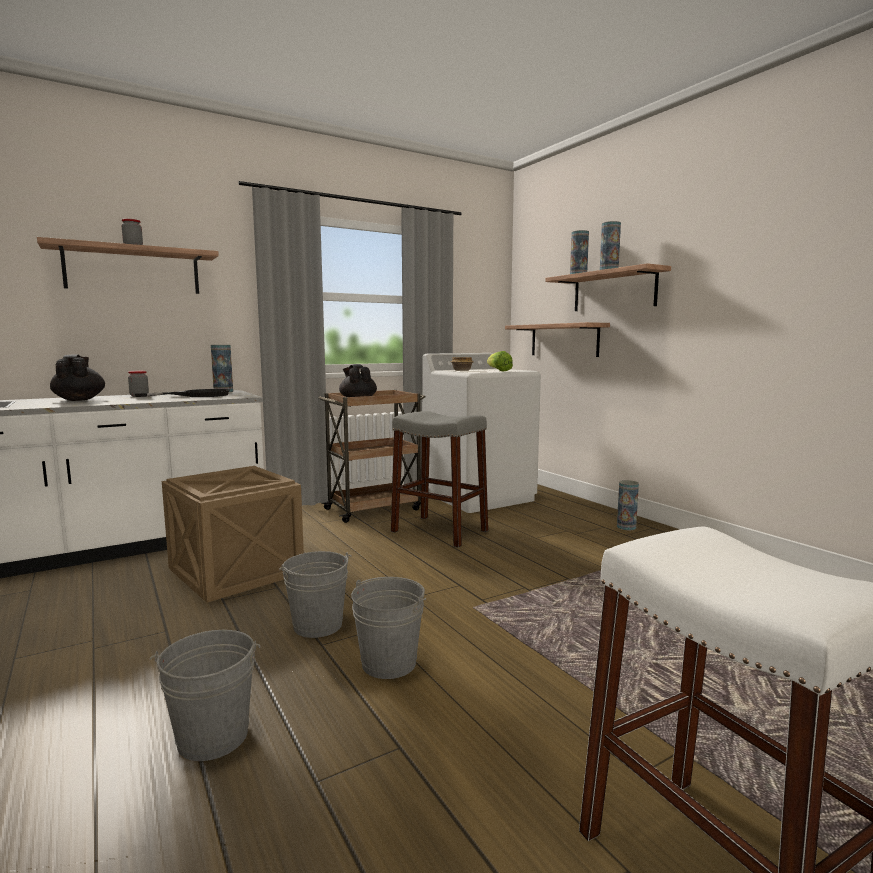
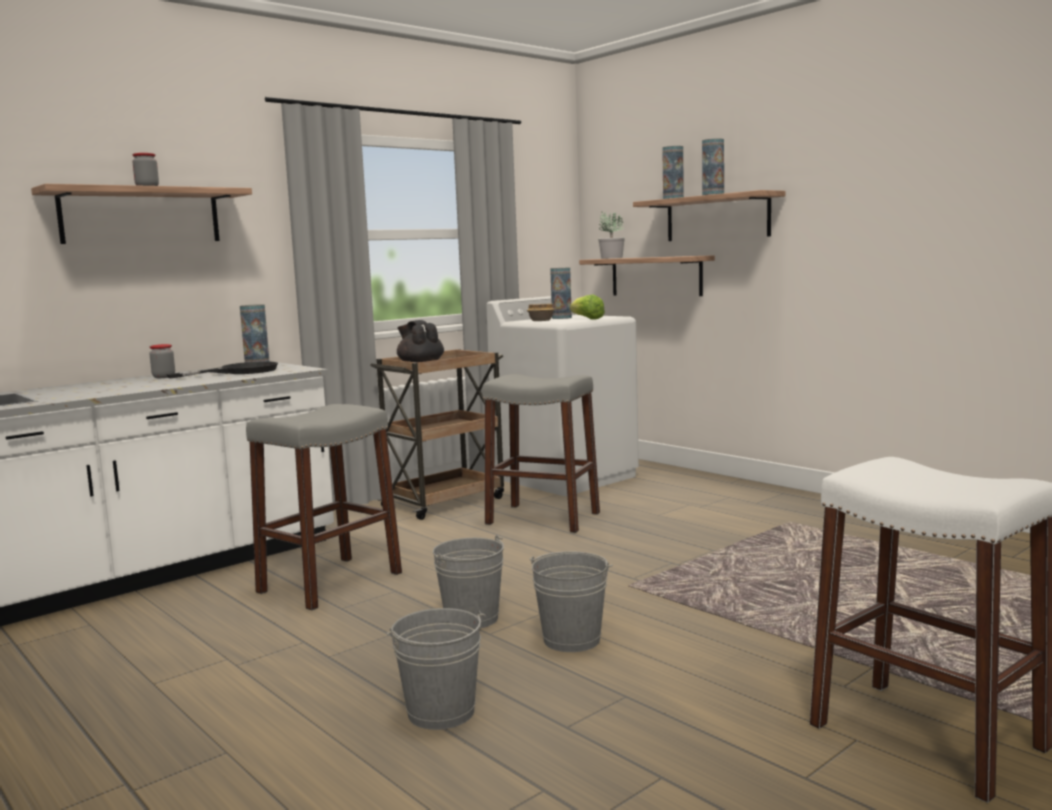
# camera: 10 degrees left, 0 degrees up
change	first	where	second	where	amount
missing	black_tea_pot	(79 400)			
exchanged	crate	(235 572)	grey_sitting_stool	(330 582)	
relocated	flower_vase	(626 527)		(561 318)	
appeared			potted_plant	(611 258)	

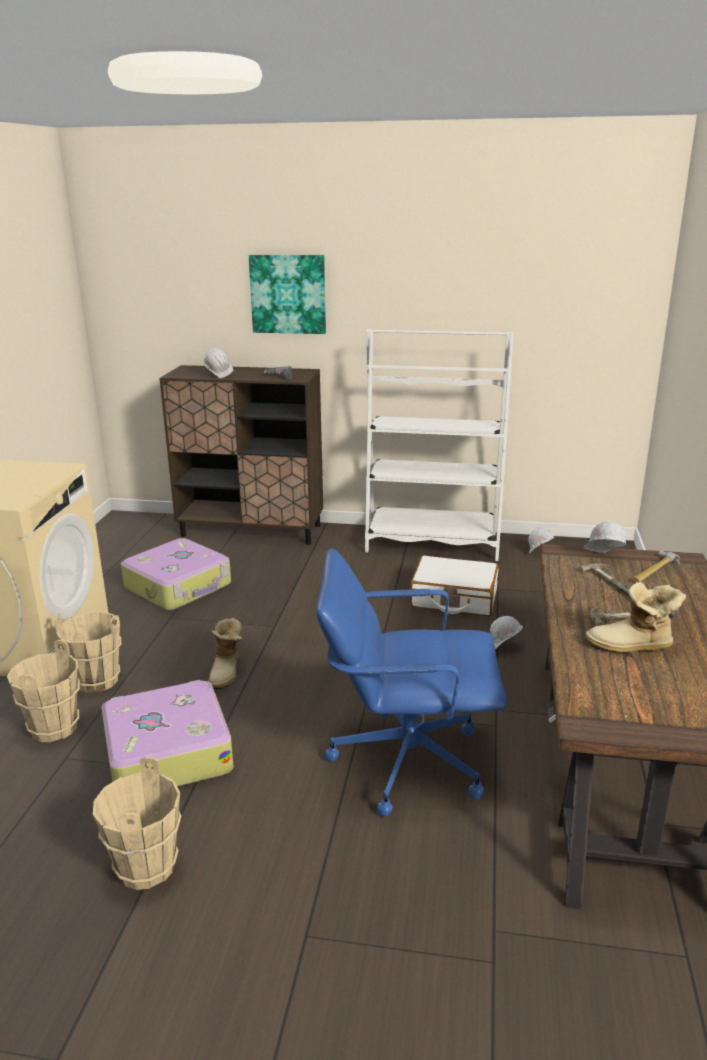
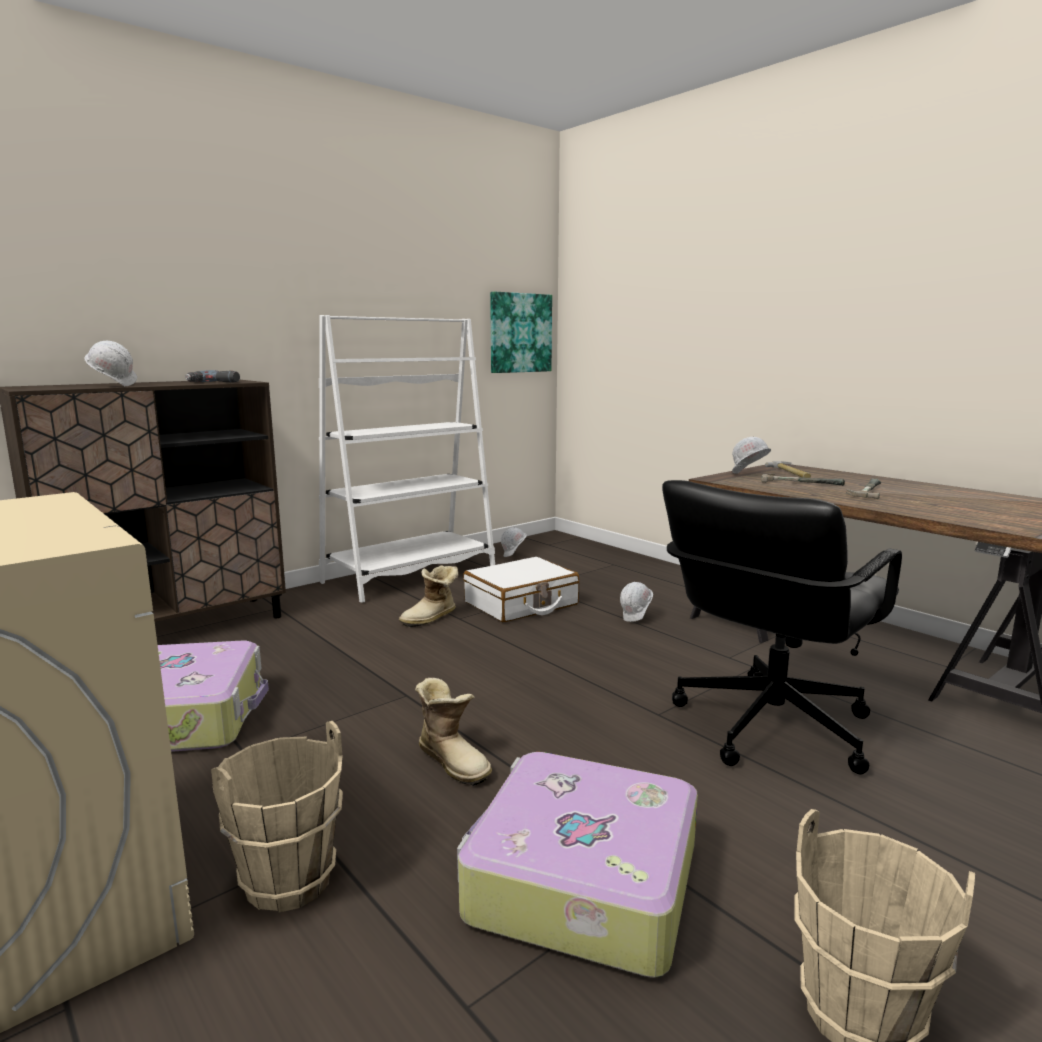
# camera: 50 degrees left, 10 degrees down
change	first	where	second	where	amount
missing	beige-coloured_bucket	(53 728)			
relocated	picture	(288 294)		(520 333)	
colour	blue-coloured_desk_chair	(406 760)	black_desk_chair	(769 725)	
relocated	high-top_boot	(632 647)		(431 618)	

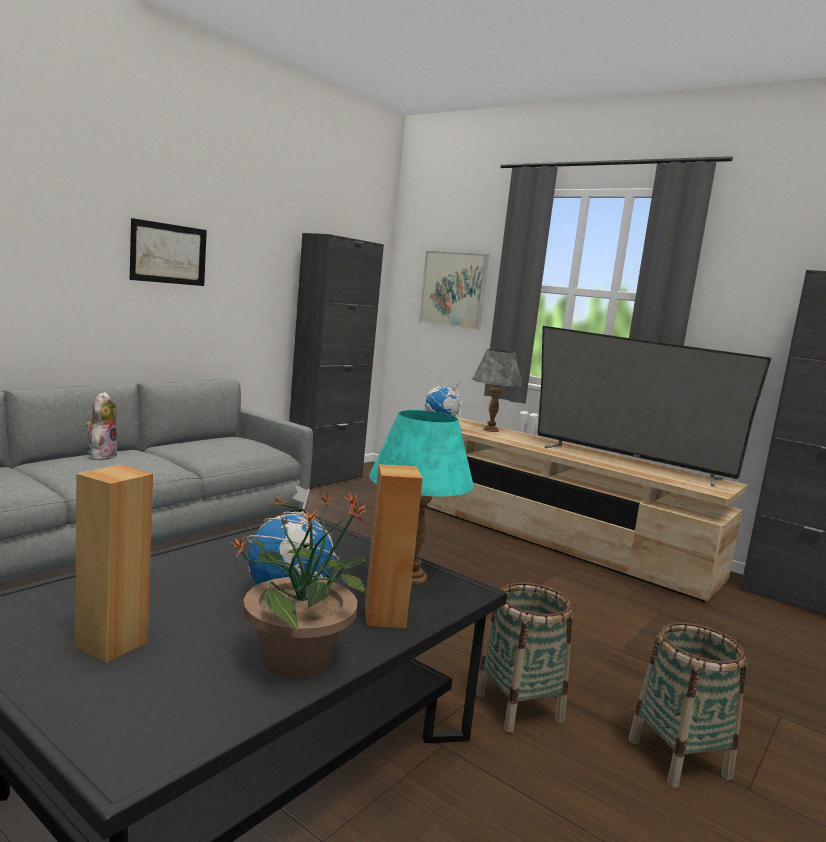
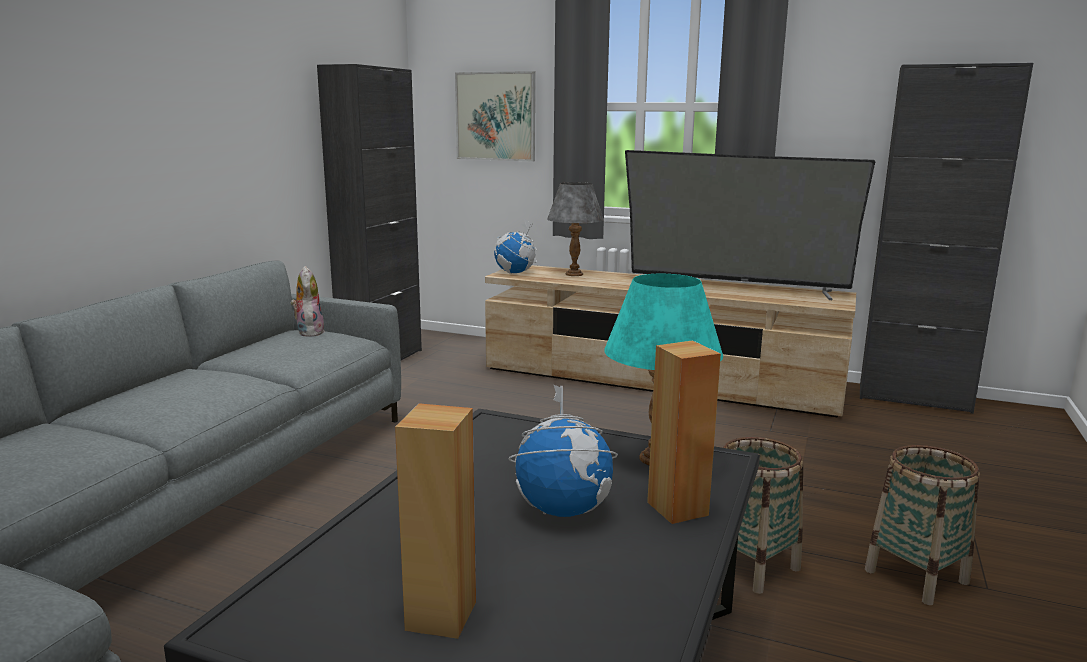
# camera: 15 degrees left, 5 degrees up
change	first	where	second	where	amount
relocated	soft_toy	(101 456)		(308 332)	
missing	picture	(168 253)			
missing	potted_plant	(299 659)			

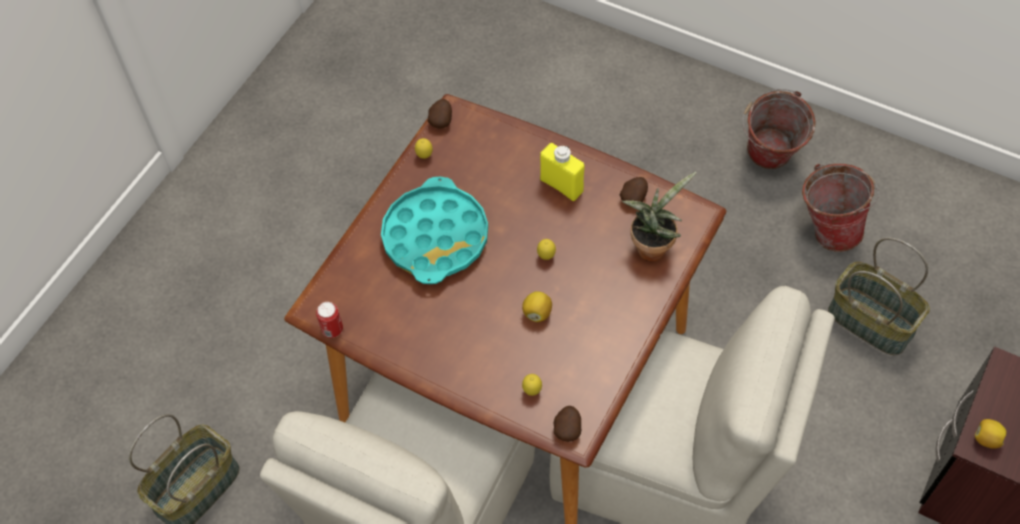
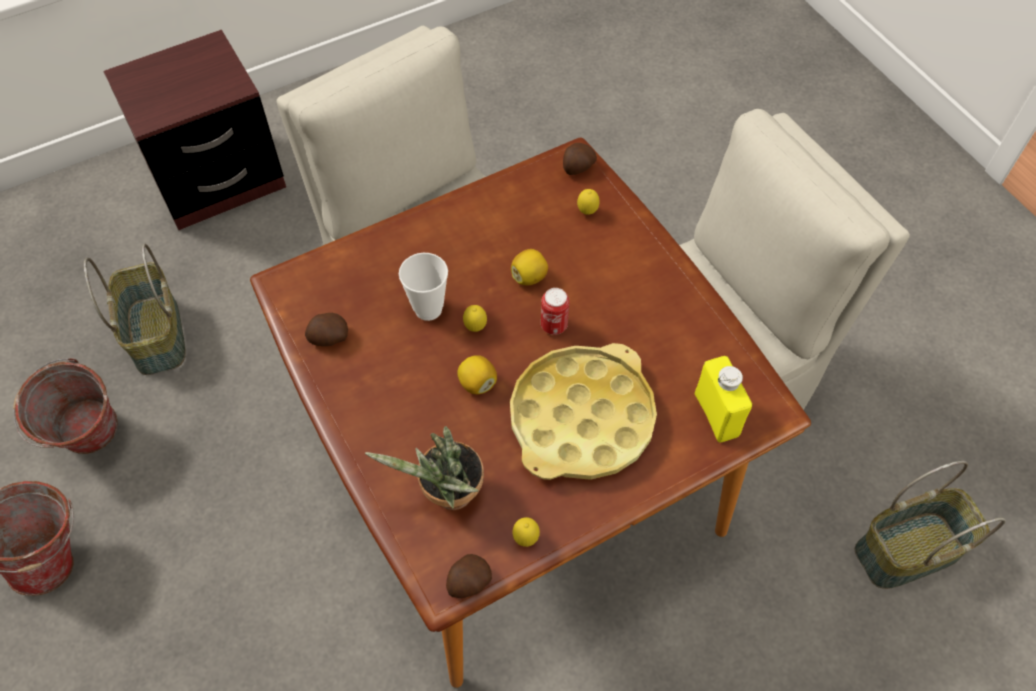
# camera: 150 degrees left, 0 degrees up
change	first	where	second	where	amount
relocated	metal_can	(332 329)		(554 325)	
colour	turquoise-coloured_serving_tray	(436 237)	yellow_serving_tray	(581 418)	
relocated	yellow_drink_bottle	(561 185)		(716 414)	
relocated	potted_plant	(652 246)		(448 496)	
relocated	whole_lemon	(986 439)		(477 383)	
appeared			cup	(428 309)	

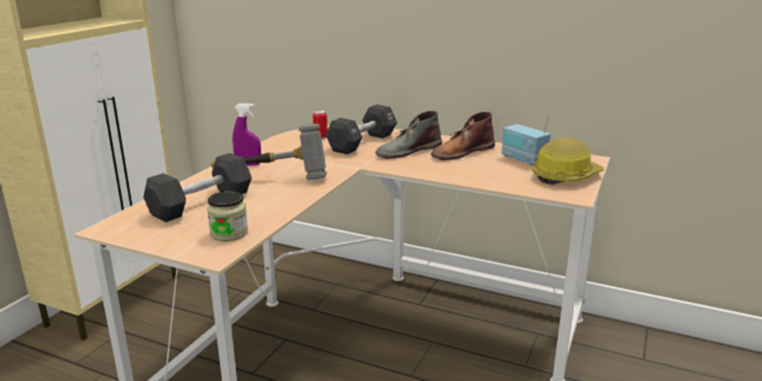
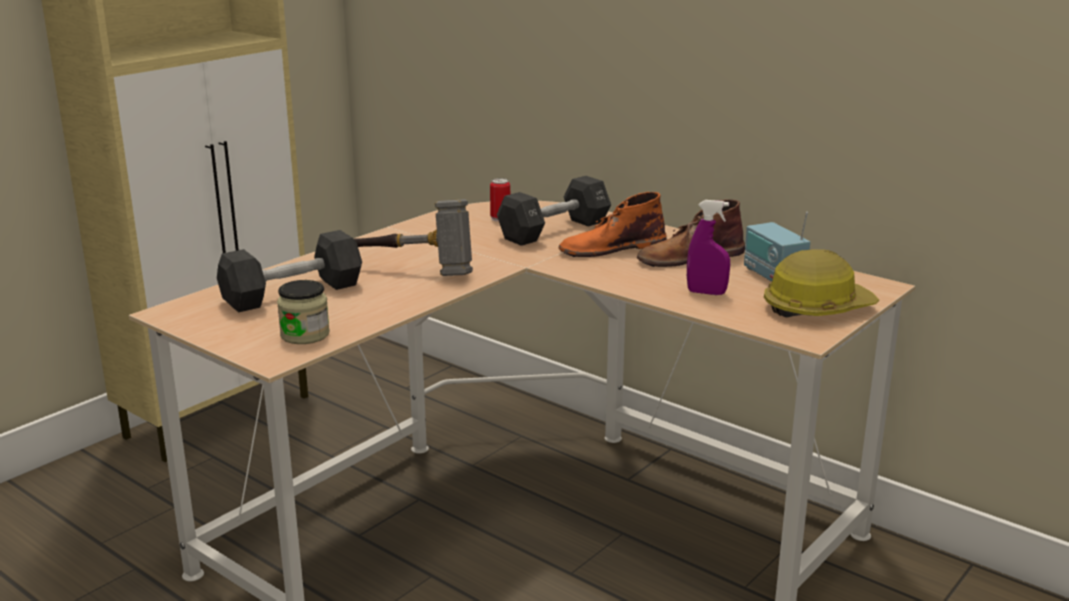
# camera: 15 degrees right, 0 degrees up
change	first	where	second	where	amount
relocated	purplish_hand_sprayer	(248 164)		(706 292)	
colour	grey_high-top_boot	(408 150)	orangey_high-top_boot	(611 248)	

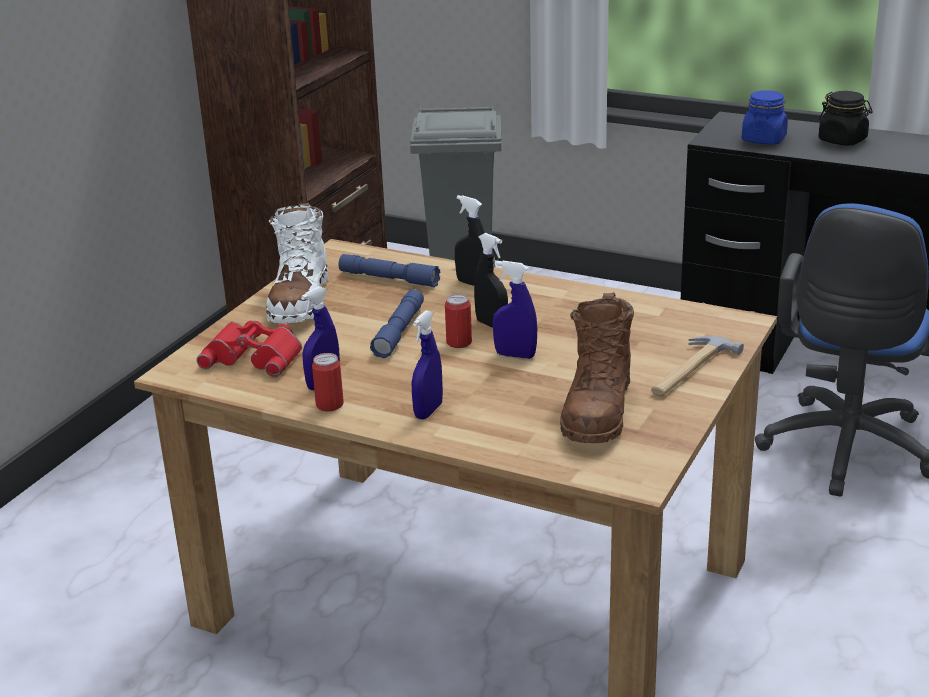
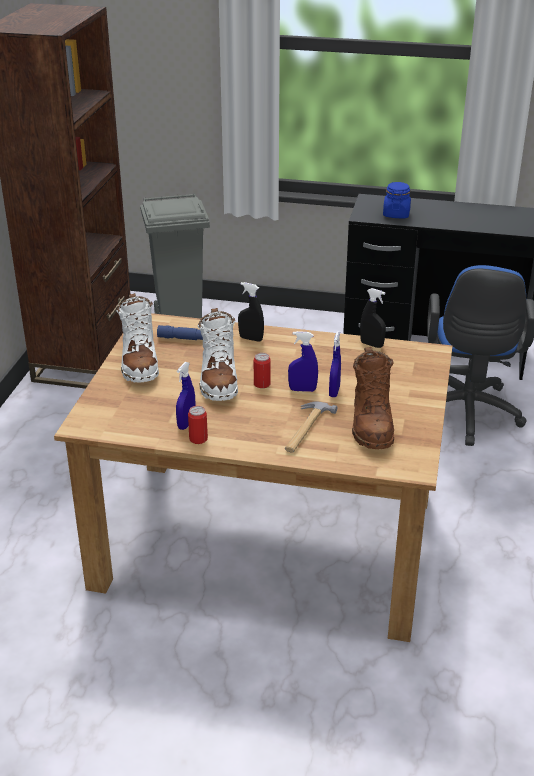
# camera: 15 degrees left, 5 degrees up
change	first	where	second	where	amount
missing	red-coloured_binoculars	(255 356)			
exchanged	blue-coloured_flashlight	(399 331)	white_high-top_boot	(218 379)	
relocated	blue-coloured_hand_sprayer	(428 411)		(334 392)	
relocated	black_hand_sprayer	(491 325)		(371 344)	
relocated	hammer	(689 370)		(305 429)	
missing	black_storage_jar	(843 140)			

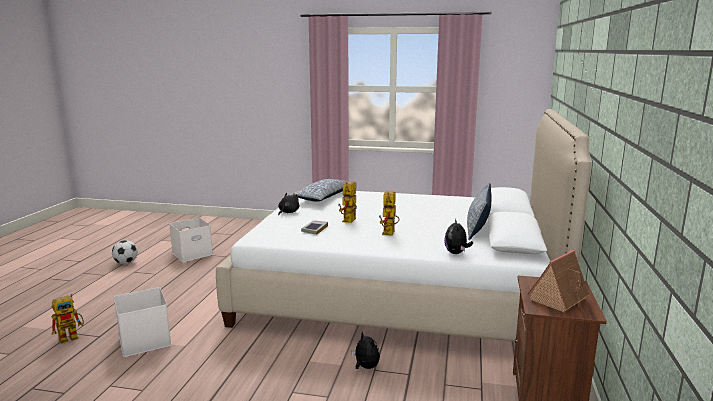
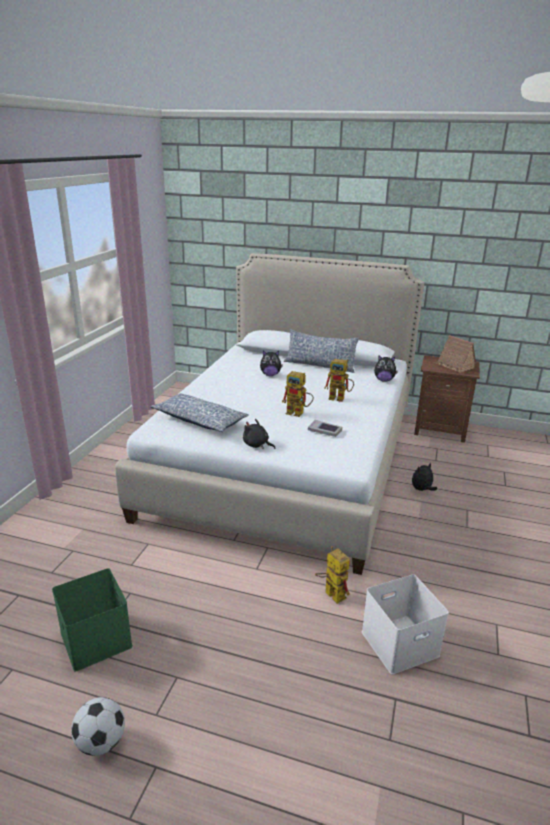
# camera: 85 degrees left, 10 degrees up
change	first	where	second	where	amount
relocated	robot_figure	(72 337)		(330 593)	
colour	white_storage_container	(192 253)	green_storage_container	(94 638)	
appeared			soft_toy	(270 375)	

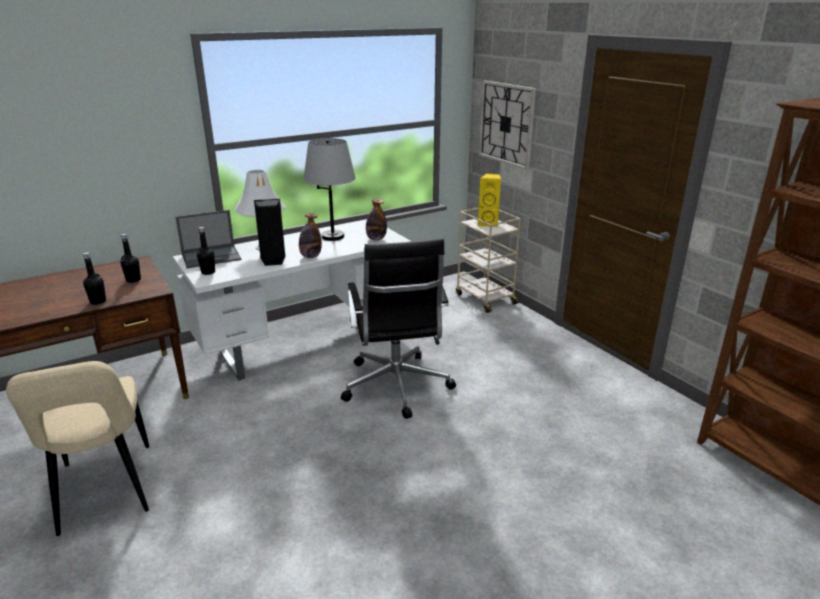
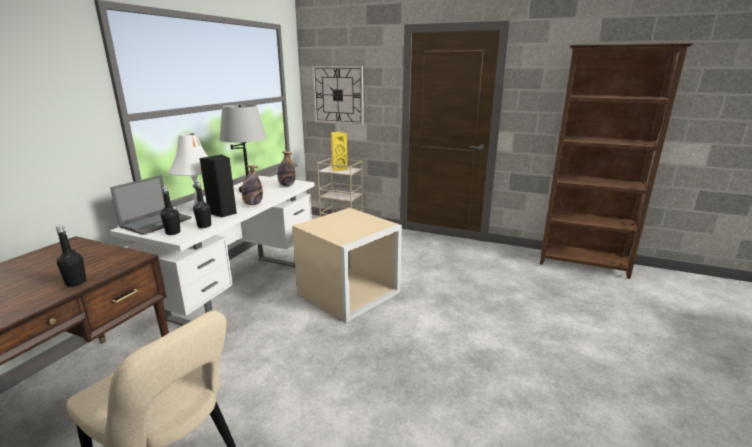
# camera: 35 degrees left, 5 degrees down
change	first	where	second	where	amount
relocated	black_drink_bottle	(133 280)		(204 226)	
exchanged	black_desk_chair	(396 387)	beige-coloured_storage_container	(348 293)	

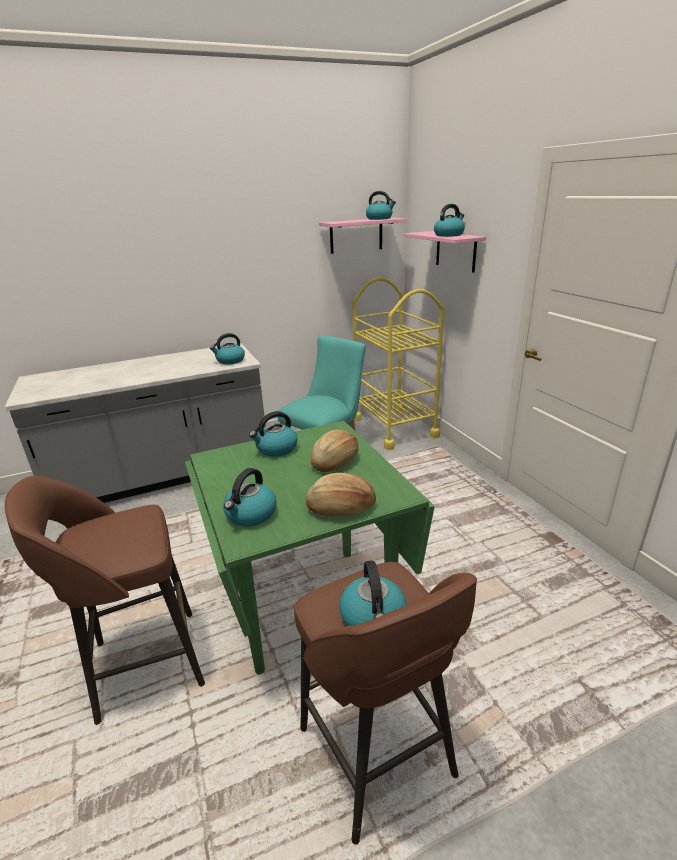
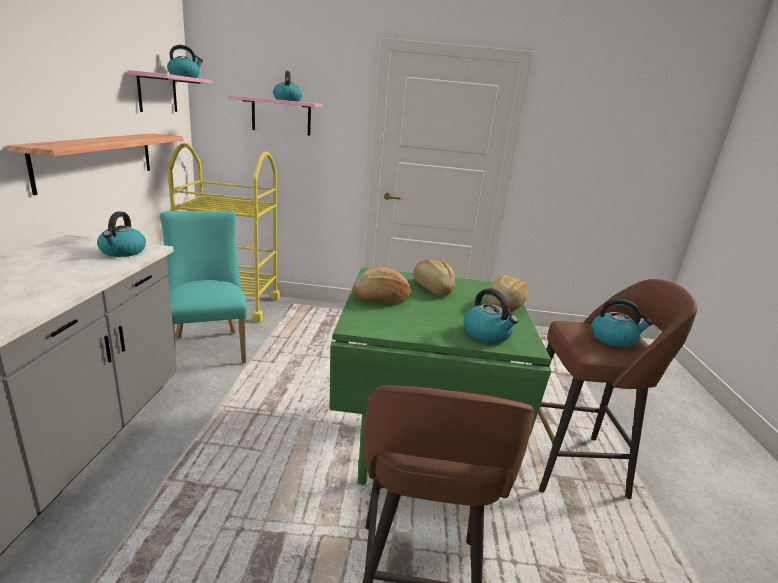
# camera: 65 degrees left, 5 degrees down
change	first	where	second	where	amount
exchanged	water_kettle	(276 449)	bakery_bread	(381 299)	
appeared			wall_shelf	(97 159)	

